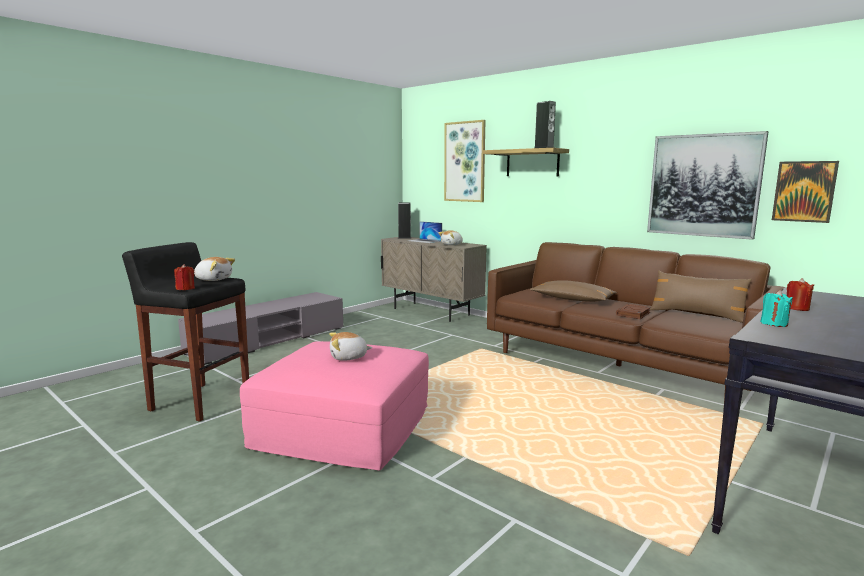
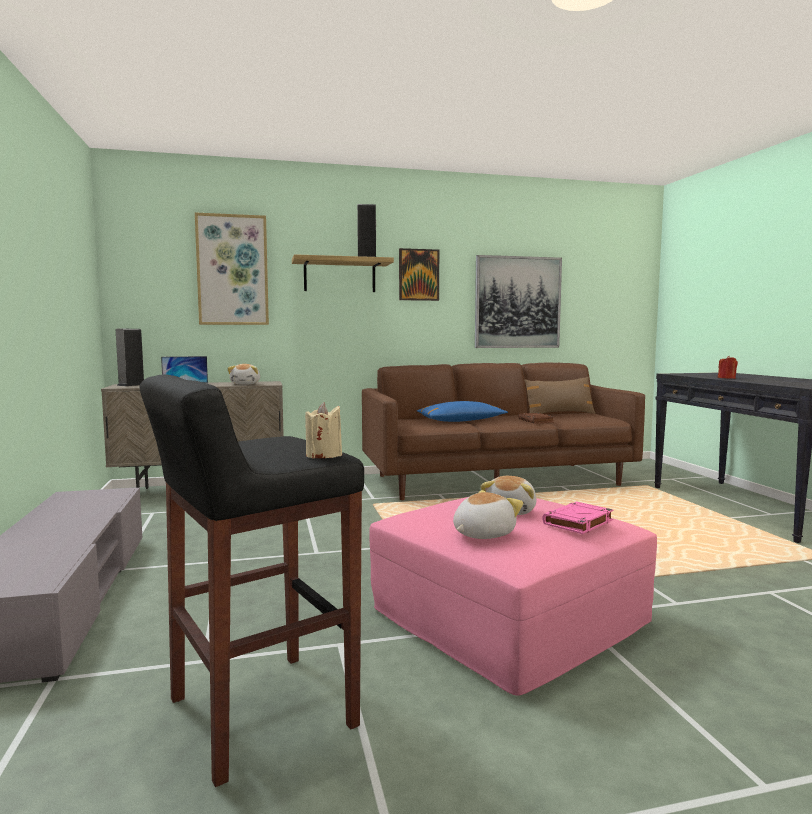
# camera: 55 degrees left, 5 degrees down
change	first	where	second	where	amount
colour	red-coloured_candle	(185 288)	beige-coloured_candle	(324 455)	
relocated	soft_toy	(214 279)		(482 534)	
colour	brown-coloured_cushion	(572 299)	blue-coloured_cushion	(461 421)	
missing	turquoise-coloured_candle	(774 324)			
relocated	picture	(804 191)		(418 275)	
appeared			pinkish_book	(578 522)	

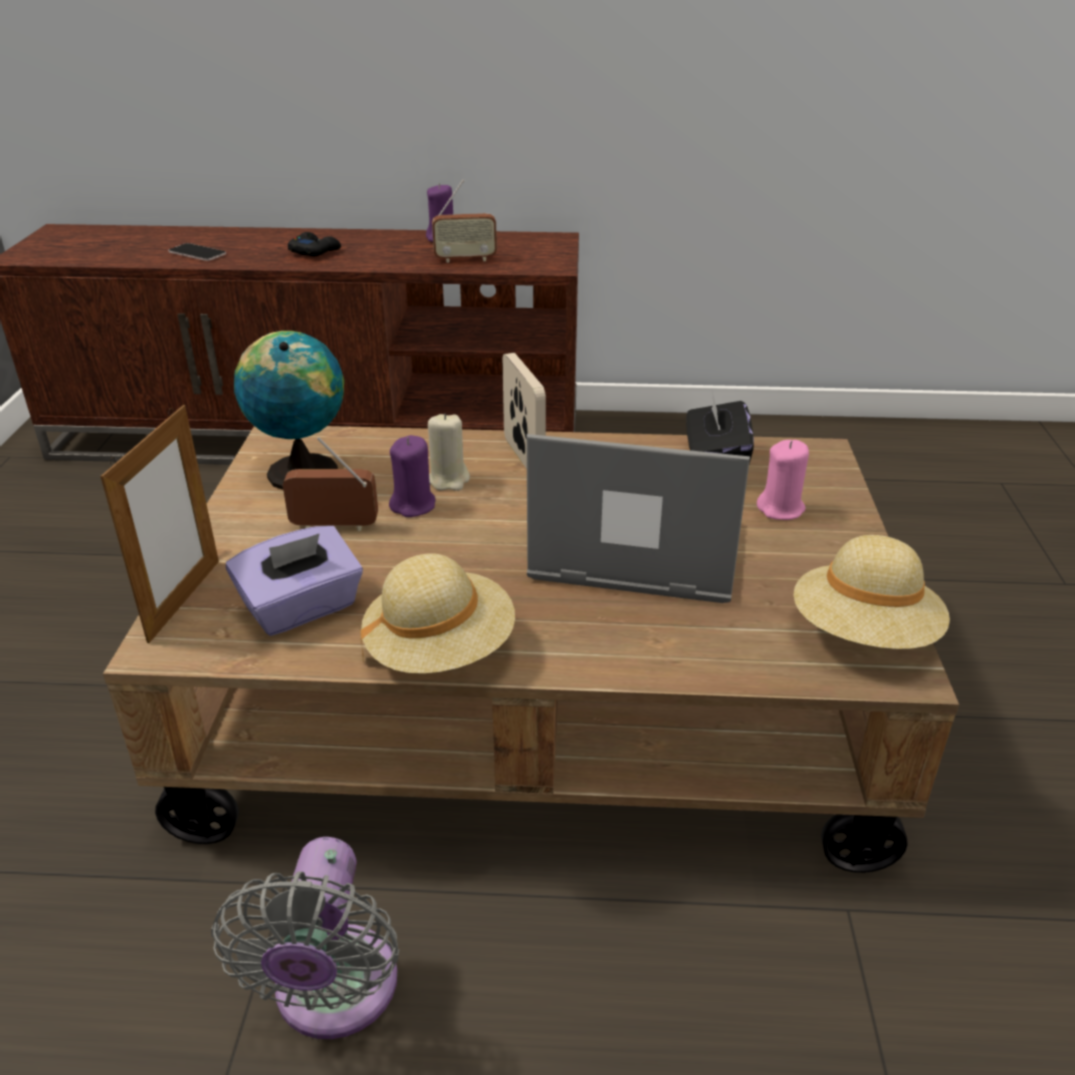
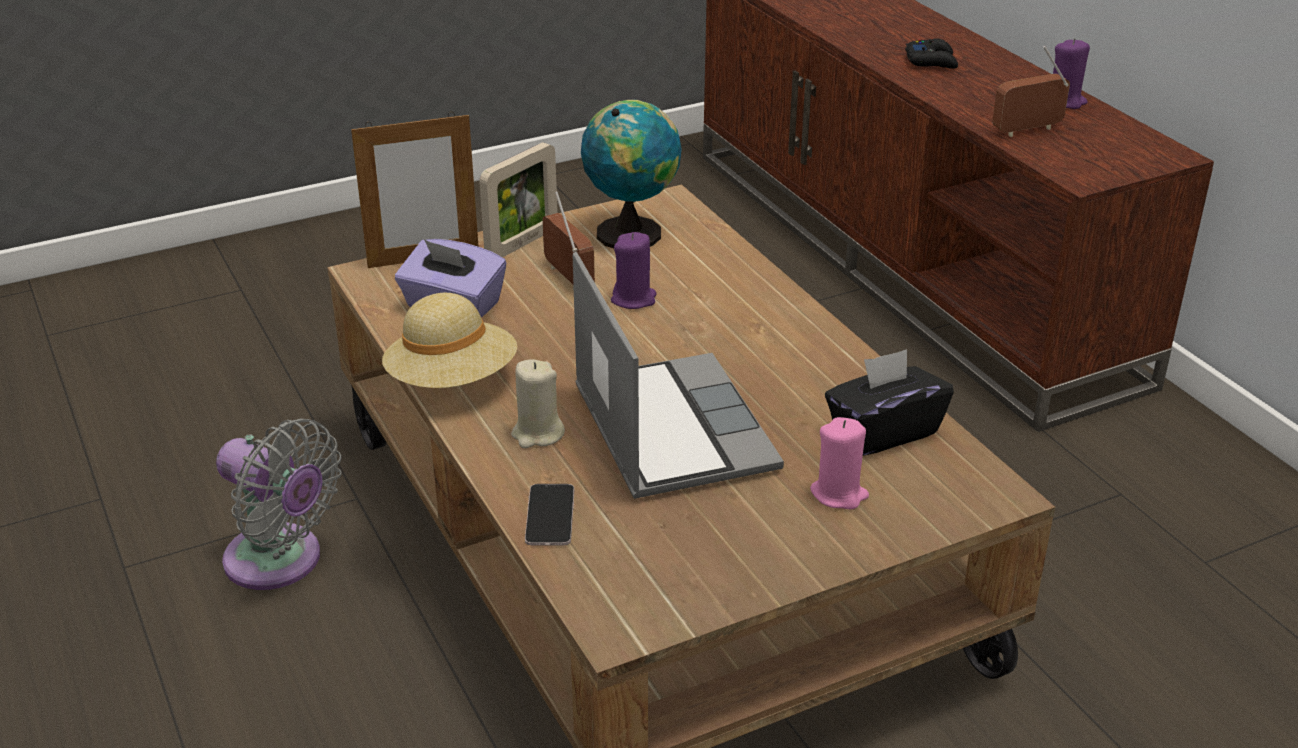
# camera: 60 degrees right, 0 degrees up
change	first	where	second	where	amount
relocated	phone	(197 253)		(550 516)	
spun	grey_fan	(333 995)		(280 562)	120 degrees counterclockwise
relocated	beige-coloured_candle	(449 480)		(537 434)	
spun	radio	(465 259)		(1027 130)	105 degrees clockwise
relocated	picture_frame	(524 457)		(522 243)	
missing	beige-coloured_clothing_hat	(863 634)			

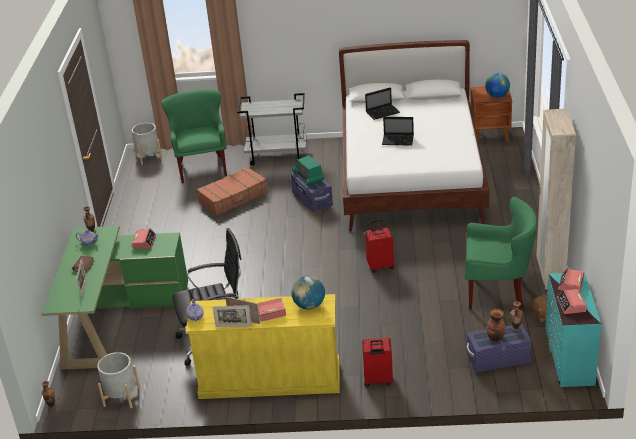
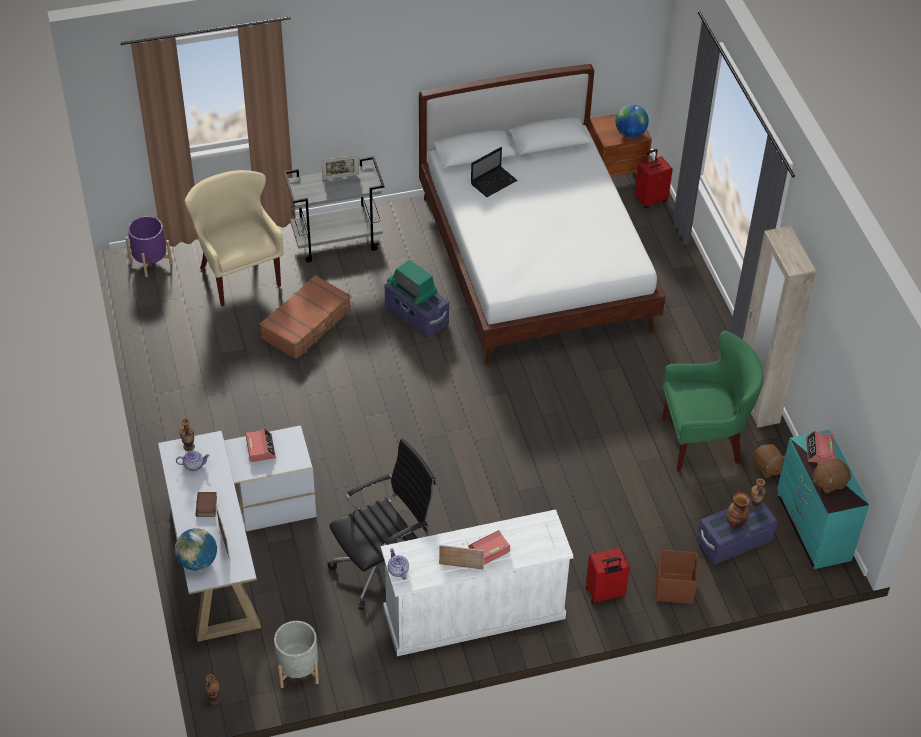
# camera: 20 degrees left, 15 degrees up
change	first	where	second	where	amount
colour	green_desk_table	(115 317)	white_desk_table	(231 548)	
colour	grey_plant_pot	(149 157)	purplish_plant_pot	(150 261)	
colour	green_easy_chair	(202 168)	beige-coloured_easy_chair	(239 275)	
colour	yellow_chest_of_drawers	(269 380)	white_chest_of_drawers	(473 614)	
relocated	picture_frame	(233 326)		(340 177)	
relocated	desk_globe	(309 305)		(197 561)	
relocated	red-coloured_suitcase	(380 266)		(650 199)	
missing	laptop	(398 140)			
exchanged	table_clock	(571 305)	brown-coloured_soft_toy	(829 482)	
appeared			brown-coloured_storage_container	(673 587)	

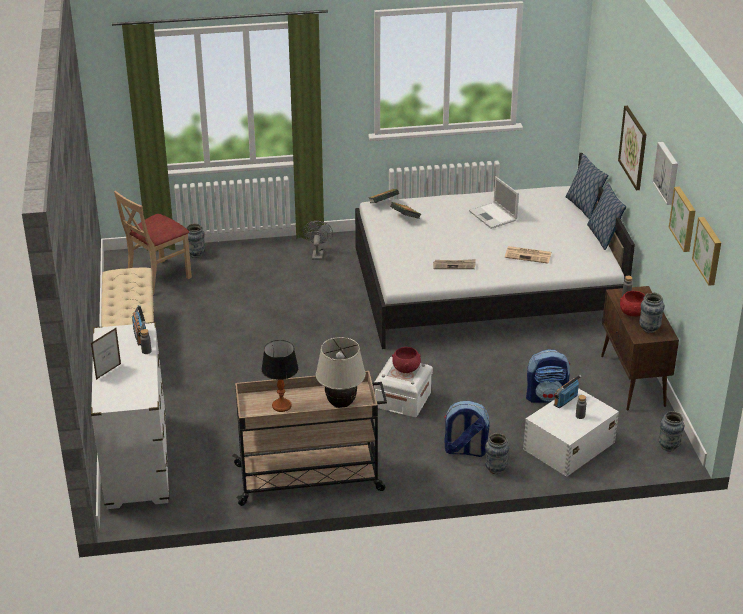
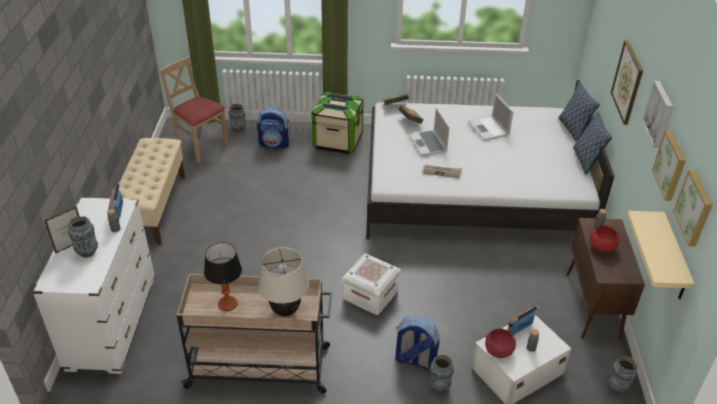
# camera: 10 degrees right, 5 degrees up
change	first	where	second	where	amount
spun	beige-coloured_plain_chair	(158 277)		(200 146)	75 degrees clockwise
exchanged	grey_fan	(317 254)	storage_container	(337 141)	
relocated	red-coloured_serving_bowl	(406 368)		(499 350)	
missing	newspaper	(528 255)			
relocated	rucksack	(546 397)		(274 144)	
relocated	flower_vase	(649 329)		(87 252)	
appeared			laptop	(428 144)	
appeared			beige-coloured_wall_shelf	(674 258)	

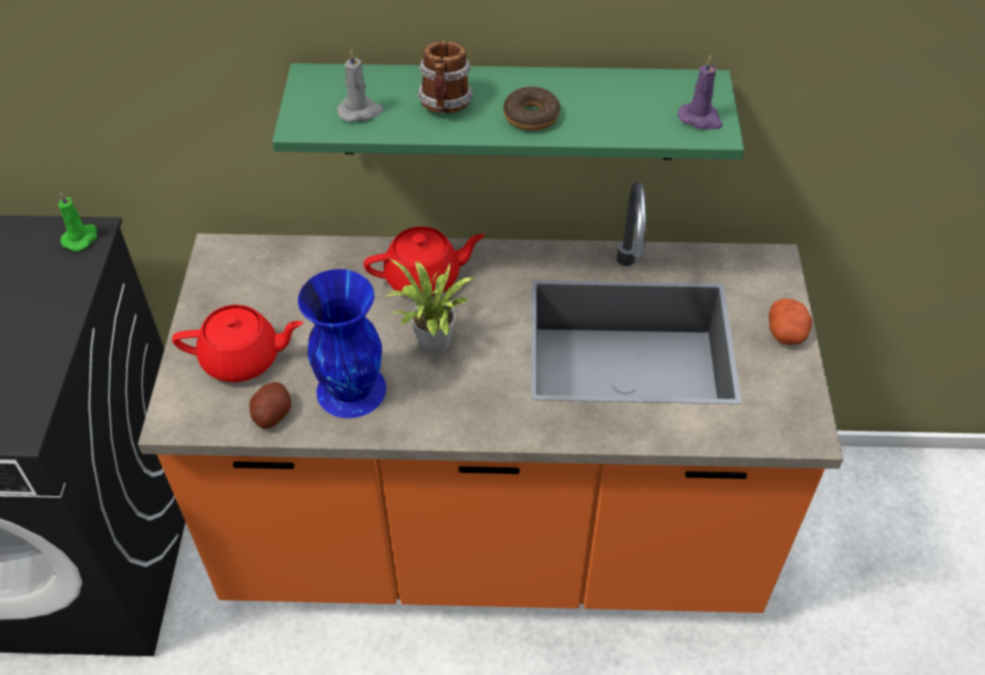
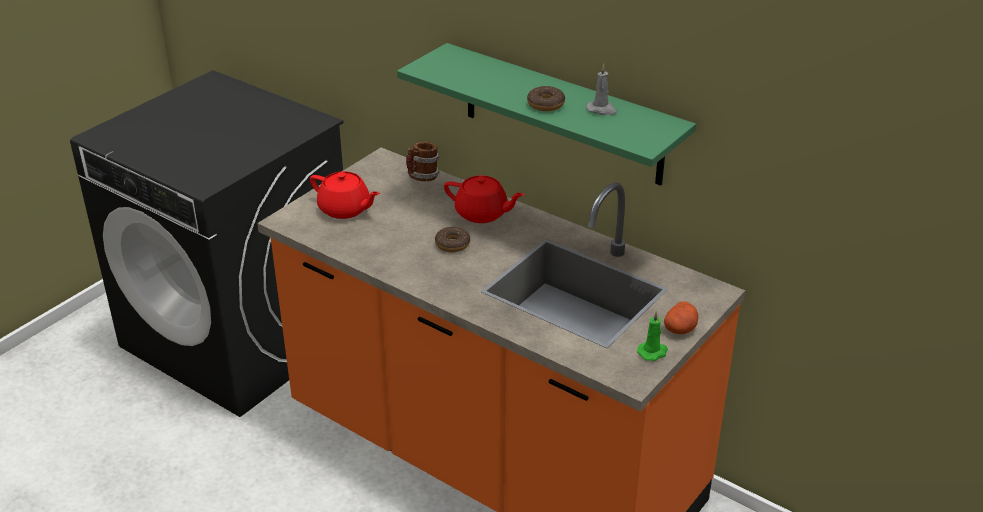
# camera: 35 degrees right, 15 degrees down
change	first	where	second	where	amount
relocated	green_candle	(81 238)		(653 352)	
missing	whole_potato	(272 414)			
missing	blue-coloured_flower_vase	(352 388)			
relocated	grey_candle	(360 111)		(602 110)	
exchanged	potted_plant	(432 344)	doughnut	(452 244)	
relocated	tea_mug	(445 105)		(422 178)	
missing	purplish_candle	(700 119)			

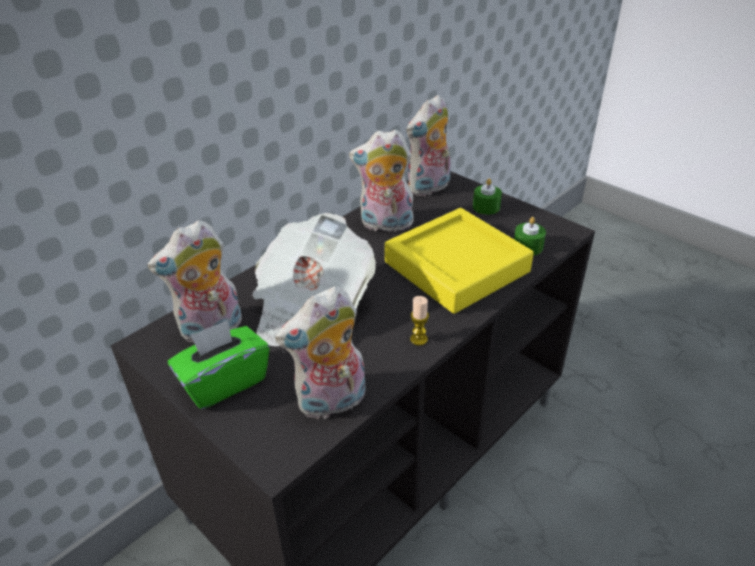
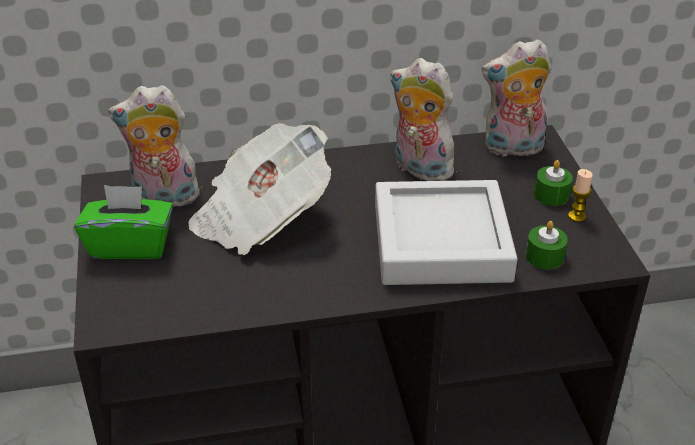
# camera: 35 degrees right, 0 degrees up
change	first	where	second	where	amount
missing	soft_toy	(331 403)			
colour	yellow_serving_tray	(456 267)	grey_serving_tray	(441 242)	
relocated	candle	(418 339)		(577 216)	

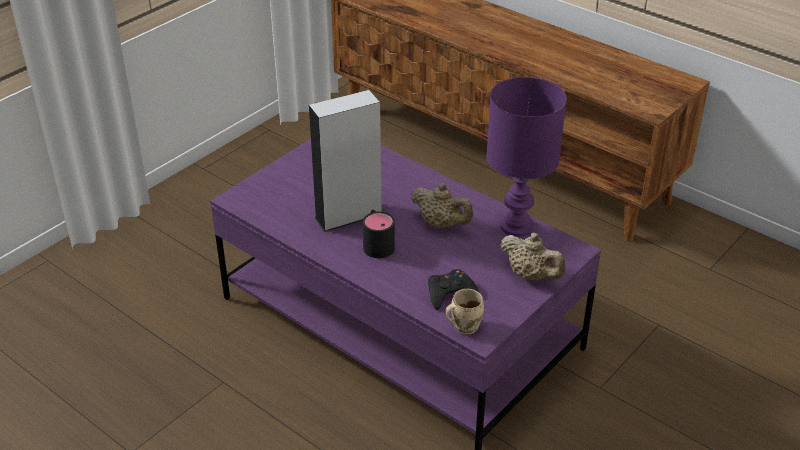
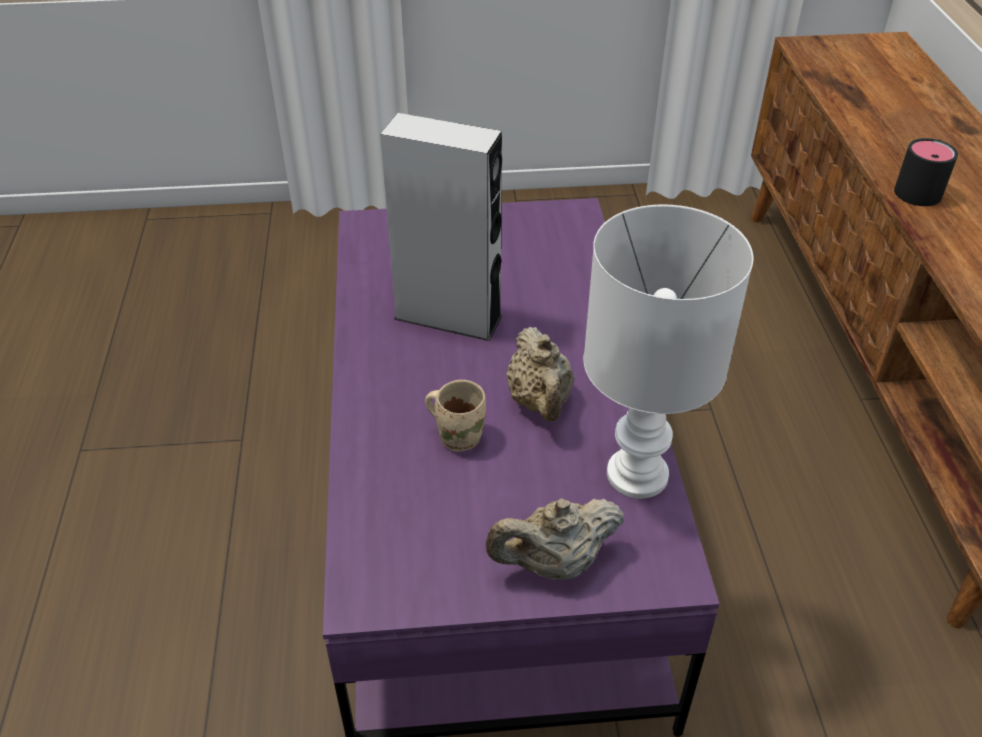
# camera: 45 degrees right, 5 degrees up
change	first	where	second	where	amount
relocated	black_tea_mug	(377 243)		(920 188)	
missing	black_gamepad	(450 293)			
relocated	beige-coloured_tea_mug	(463 325)		(459 435)	
colour	purplish_tabletop_lamp	(518 227)	white_tabletop_lamp	(638 477)	
spun	beige-coloured_tea_pot	(531 276)		(554 563)	75 degrees clockwise

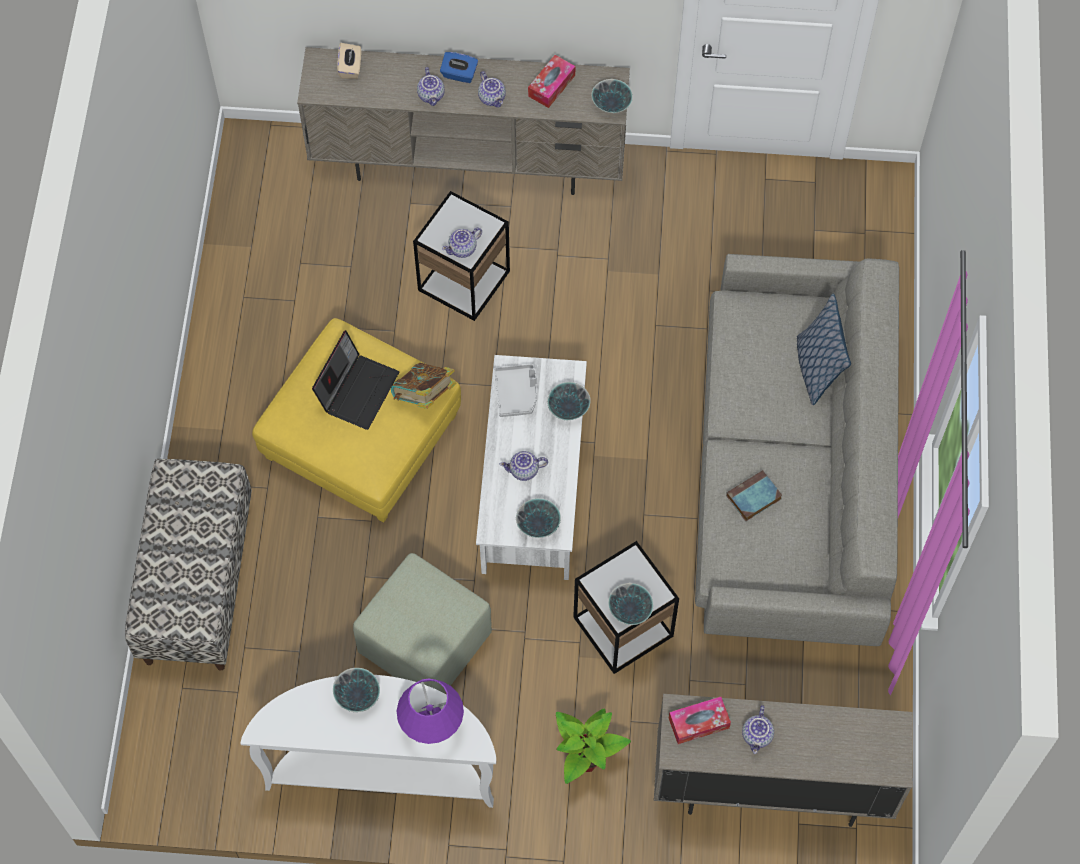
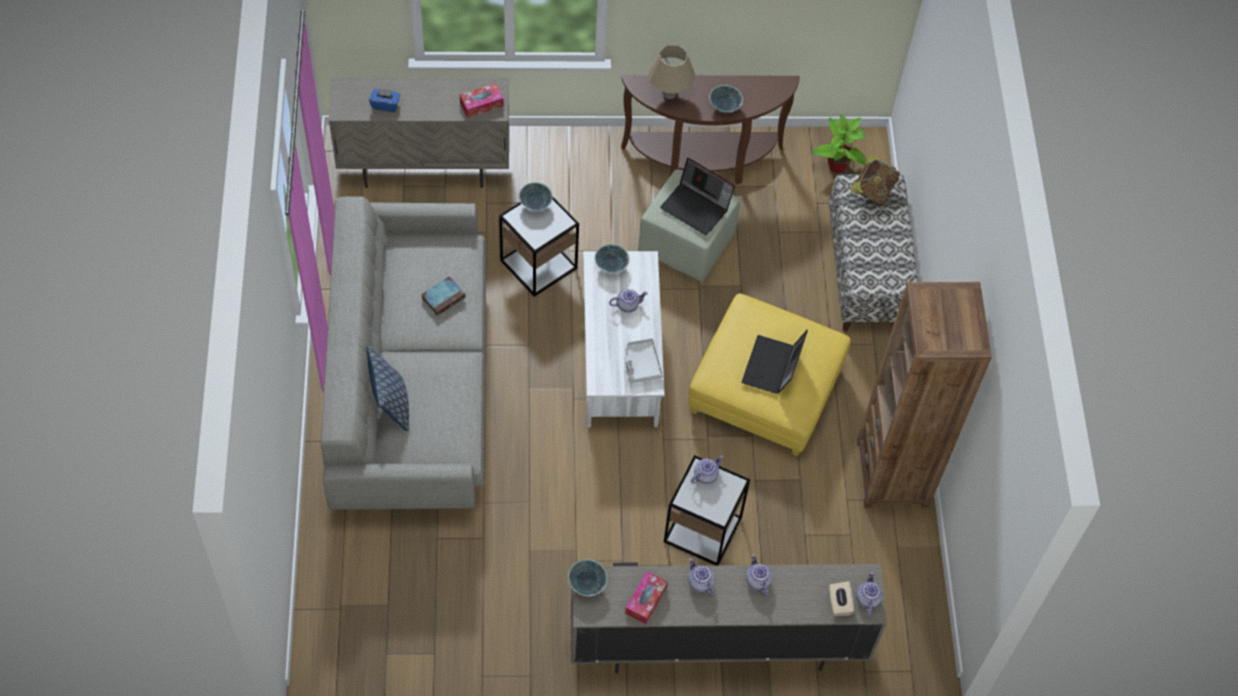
# camera: 170 degrees right, 5 degrees down
change	first	where	second	where	amount
colour	white_console_table	(382 768)	brown-coloured_console_table	(703 163)	
relocated	book	(424 395)		(873 190)	
colour	purplish_tabletop_lamp	(432 724)	beige-coloured_tabletop_lamp	(669 93)	
relocated	blue-coloured_tissue_holder	(459 74)		(385 105)	
missing	serving_bowl	(568 409)			
relocated	potted_plant	(586 759)		(837 166)	
relocated	tea_pot	(757 736)		(867 598)	
appeared			laptop	(697 207)	
appeared			brown-coloured_bookshelf	(893 473)	

